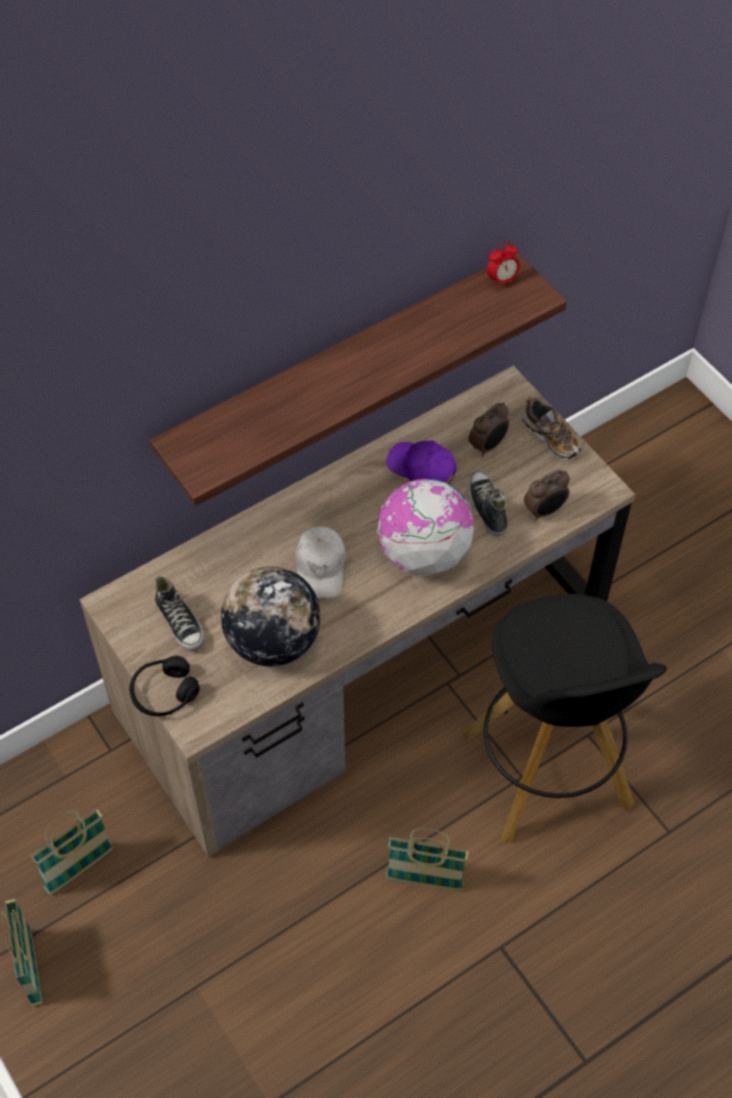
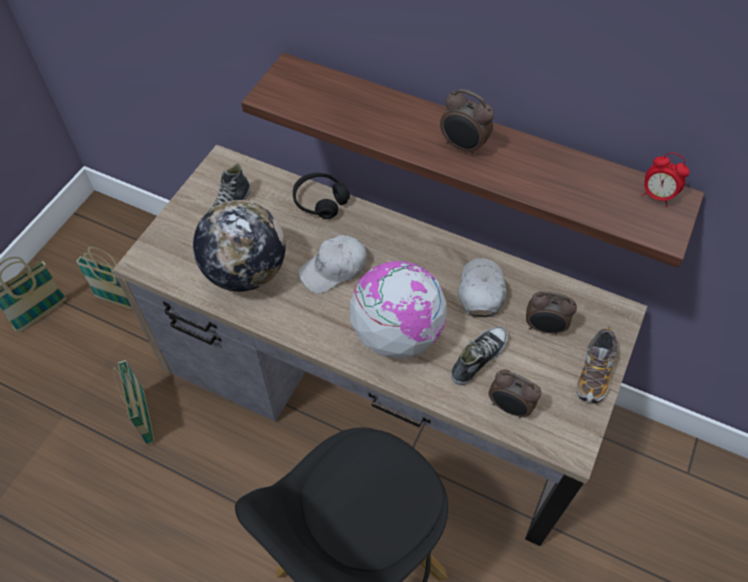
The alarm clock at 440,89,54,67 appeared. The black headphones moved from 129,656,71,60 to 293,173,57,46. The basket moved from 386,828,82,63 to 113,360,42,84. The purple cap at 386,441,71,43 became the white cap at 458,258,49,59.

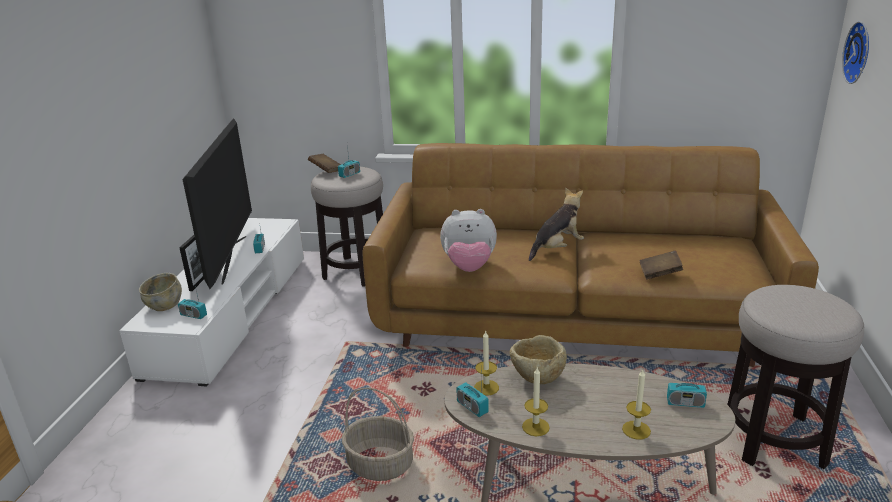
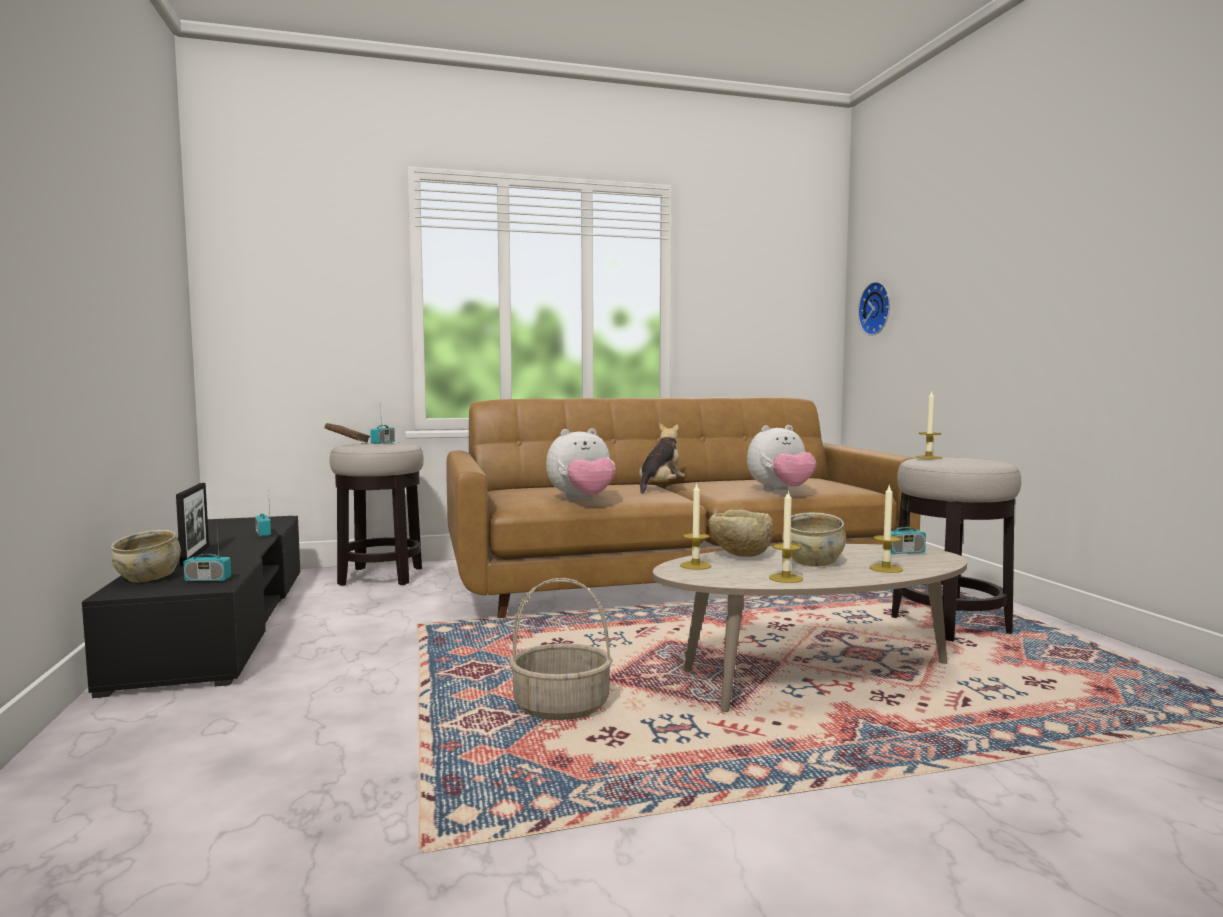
The television at 182,118,70,171 disappeared. The radio at 456,364,33,53 disappeared. The beige bowl at 782,512,64,55 appeared. The candle at 916,391,26,68 appeared. The brown book at 639,250,44,30 was replaced by the plush toy at 747,425,69,66. The white tv stand at 119,218,185,169 became the black tv stand at 82,516,218,182.

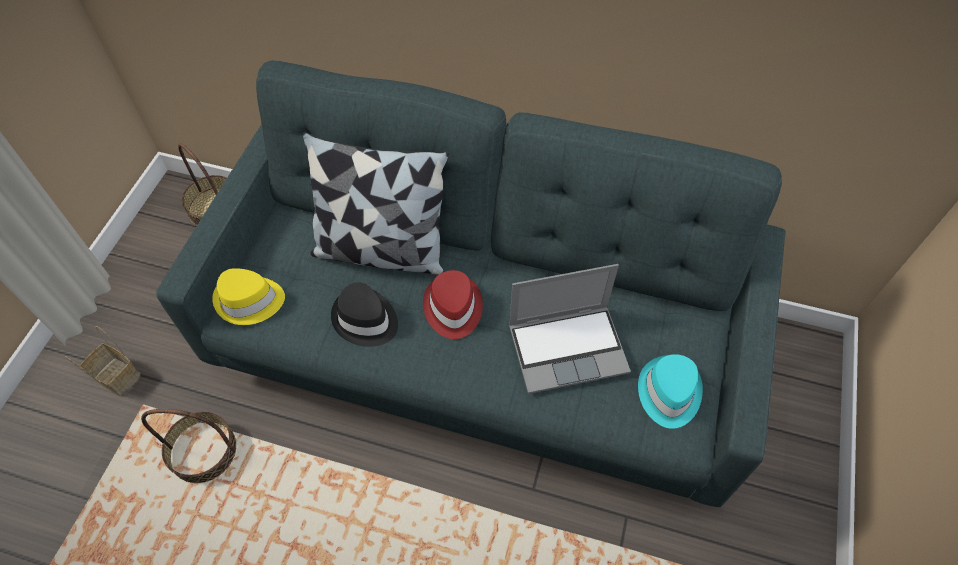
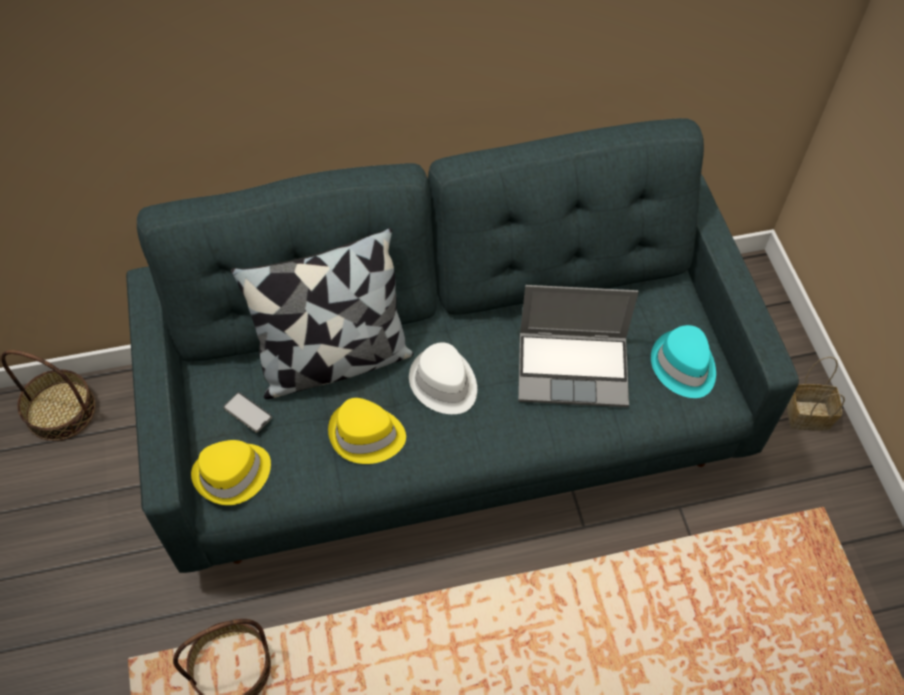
The phone at 223,392,49,40 appeared. The basket moved from 65,326,75,70 to 787,357,58,73. The black hat at 331,283,67,64 became the yellow hat at 328,398,78,66. The red hat at 423,270,60,69 became the white hat at 409,342,68,72. The laptop at 509,264,122,130 turned 45 degrees clockwise.

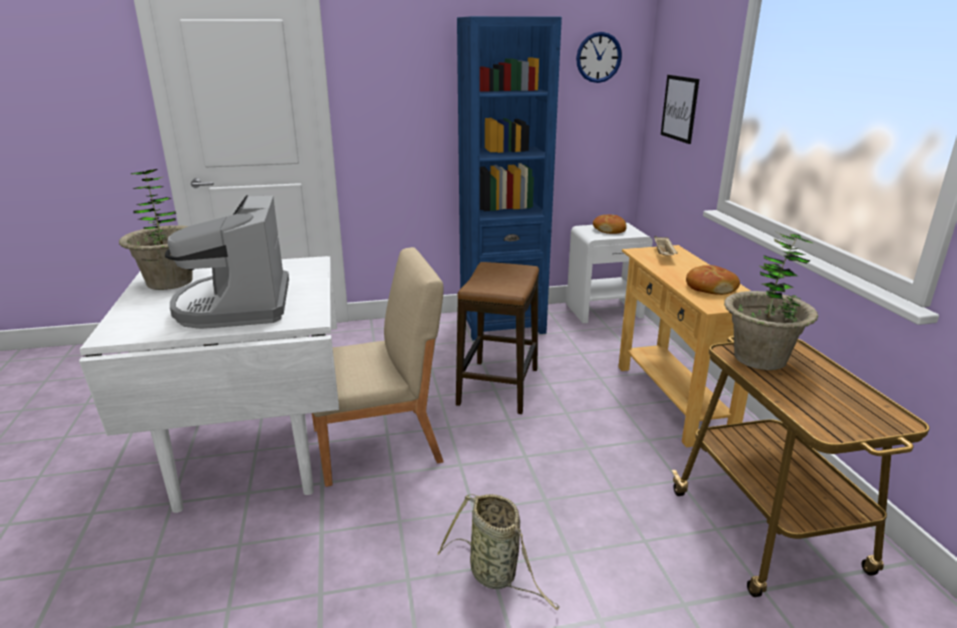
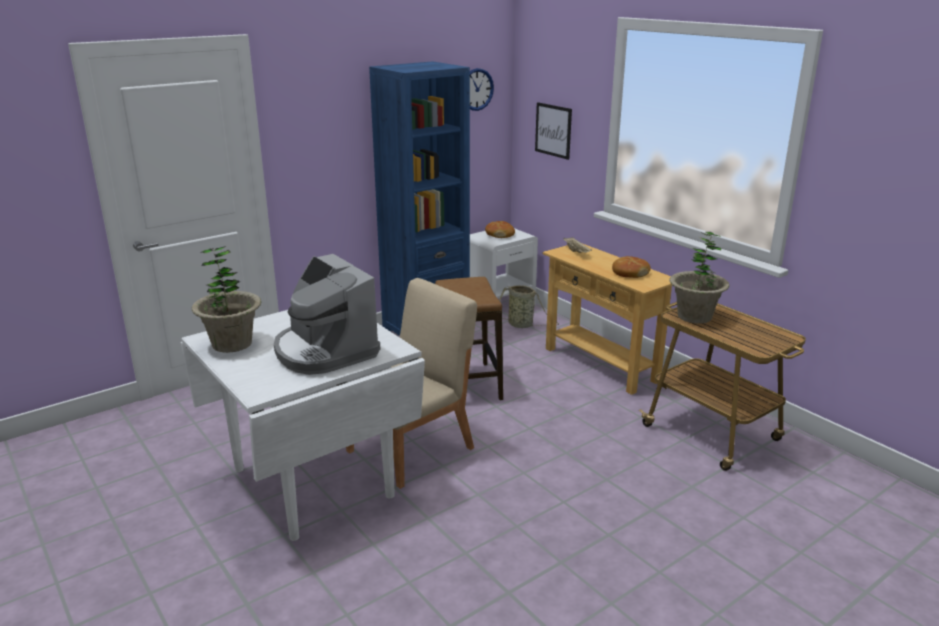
The basket moved from 437,494,122,116 to 494,285,65,43.

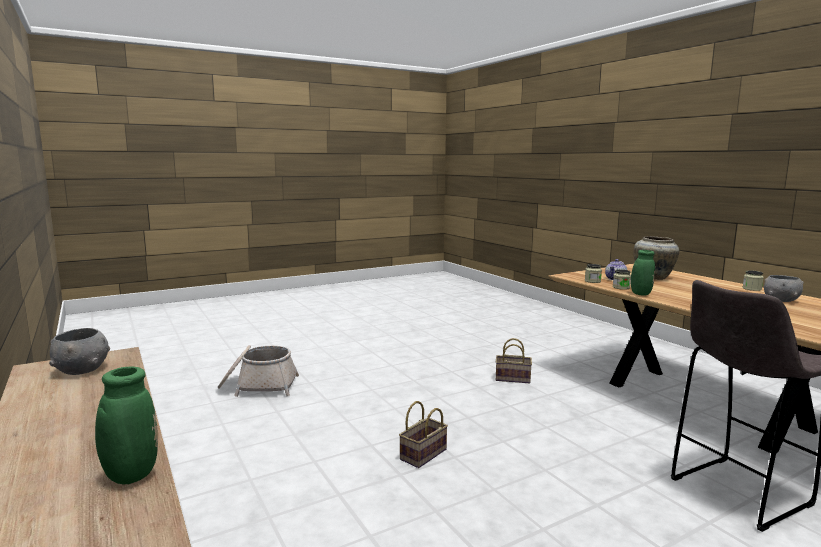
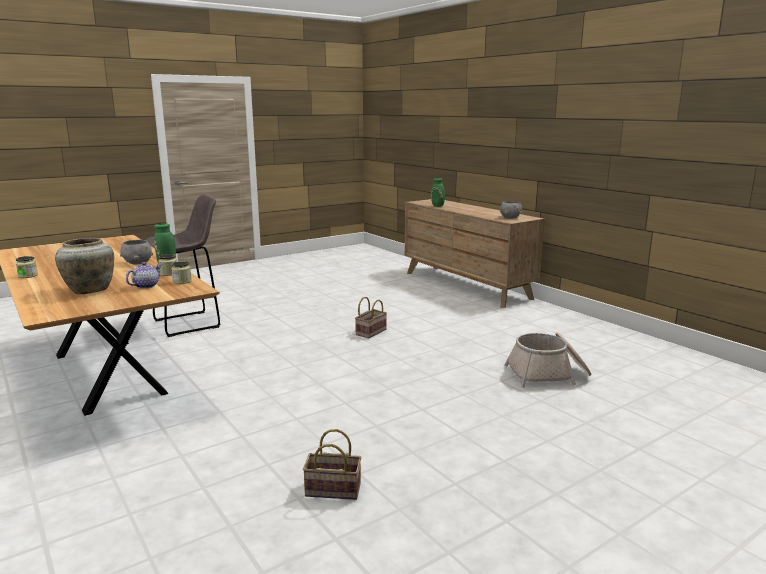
The basket moved from 496,338,36,45 to 303,429,59,71. The grey bowl moved from 764,275,40,27 to 120,240,33,24.

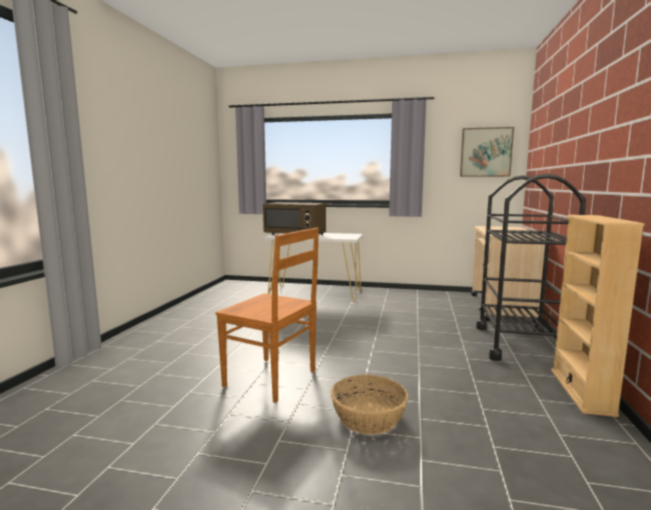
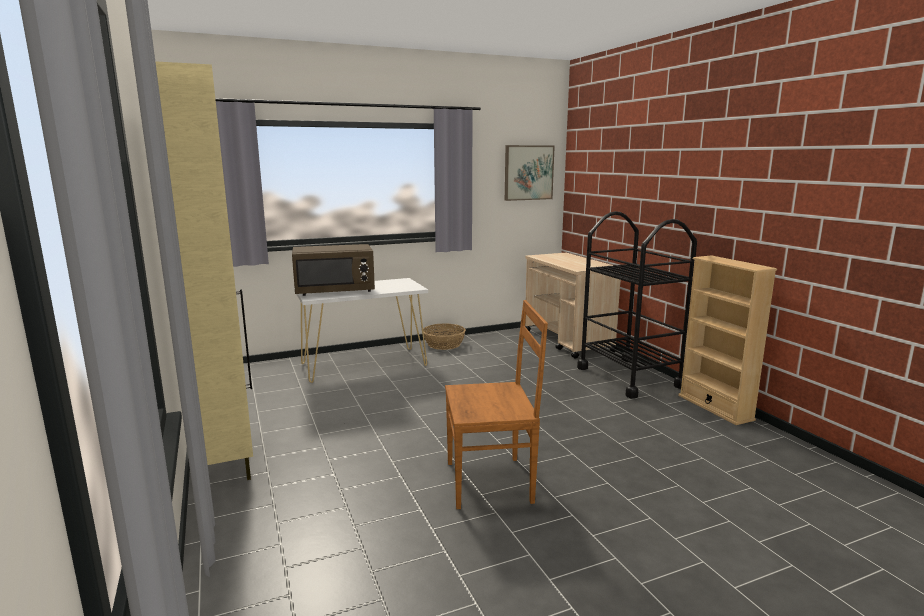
The beige cabinet at 155,61,98,419 appeared. The basket moved from 331,375,77,60 to 423,323,43,27.

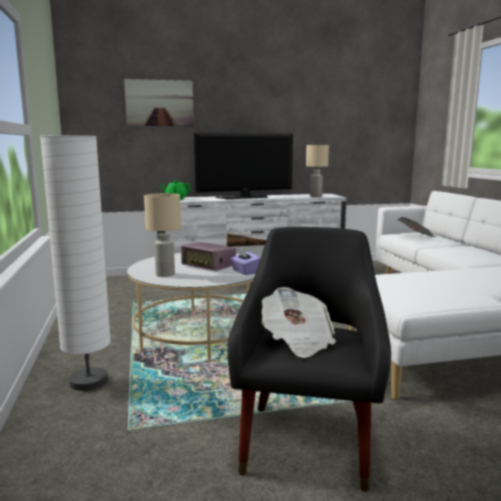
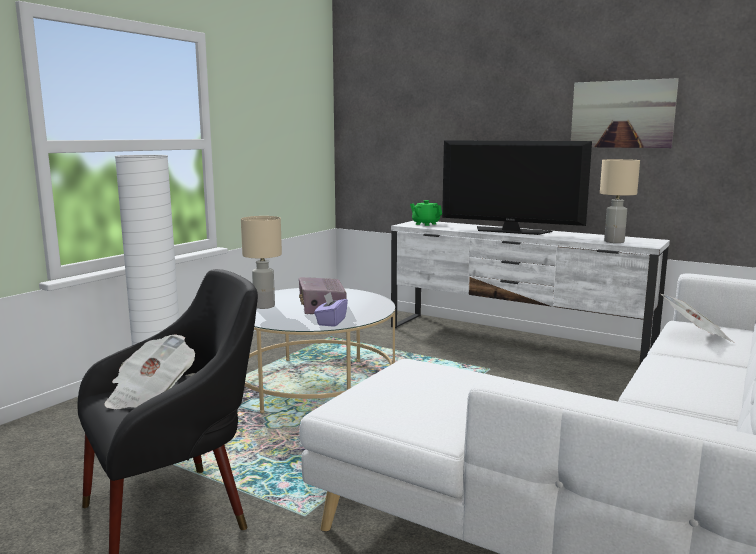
The picture moved from 124,79,70,48 to 571,78,108,70.

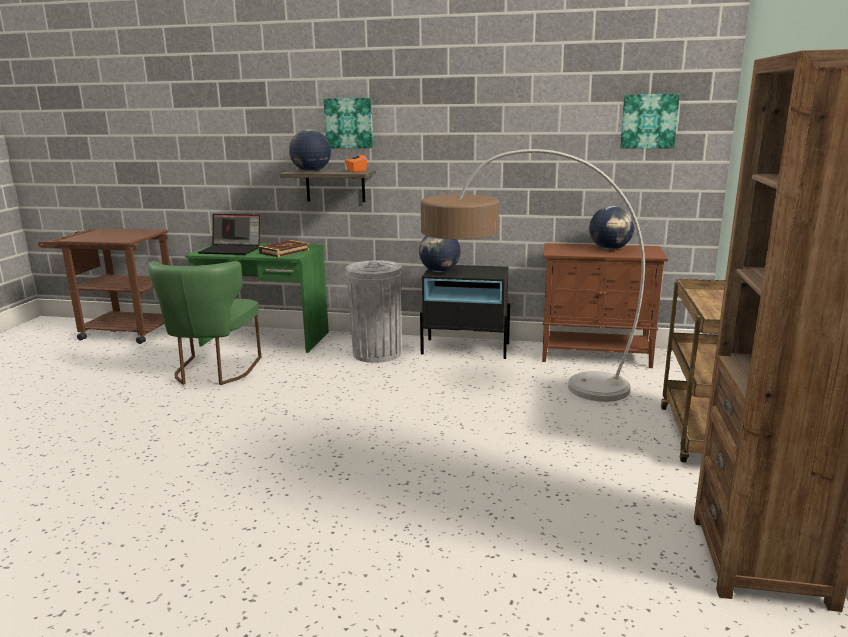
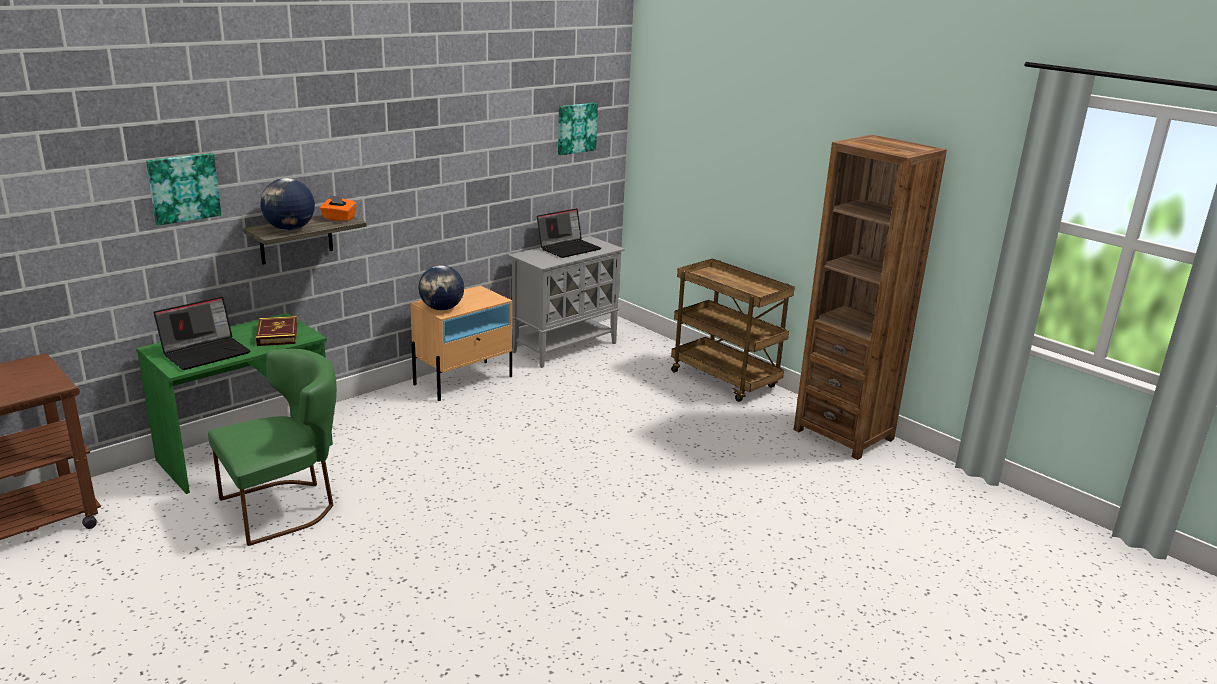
The grey trash can at 346,260,56,103 disappeared. The floor lamp at 421,149,224,253 disappeared. The picture moved from 324,98,49,50 to 146,153,75,72. The globe at 589,206,46,44 was replaced by the laptop at 537,208,64,50. The black nightstand at 420,265,90,94 became the beige nightstand at 410,286,102,115. The brown cabinet at 542,243,126,125 became the grey cabinet at 508,236,117,132. The green chair at 148,261,113,124 turned 75 degrees counterclockwise.

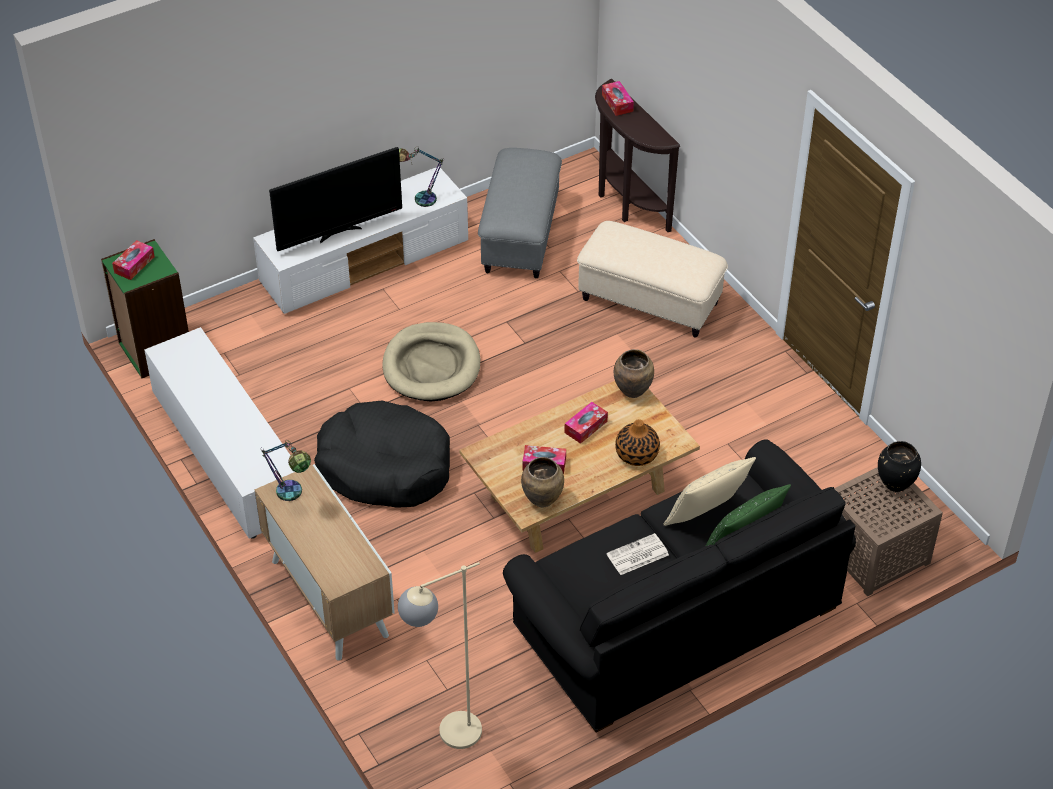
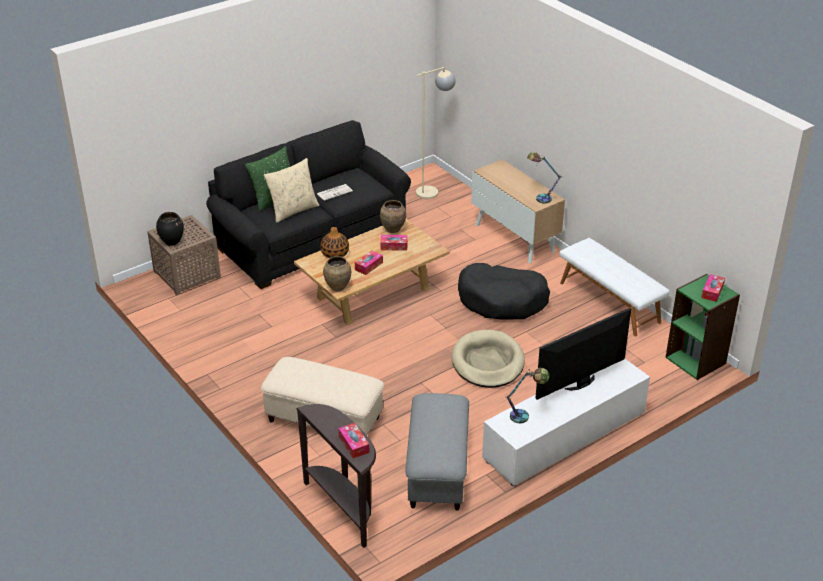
The white tv stand at 144,327,150,212 was replaced by the white bench at 560,238,110,98.

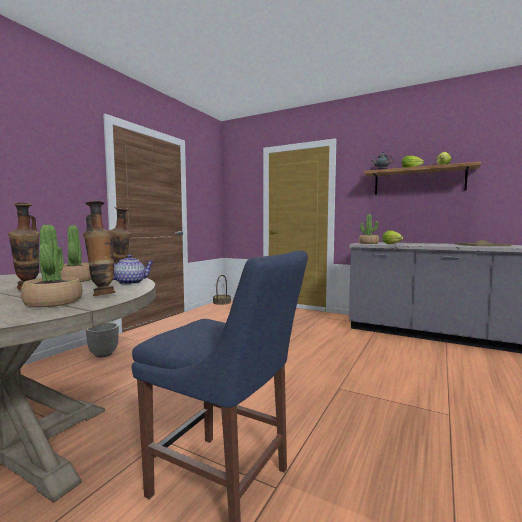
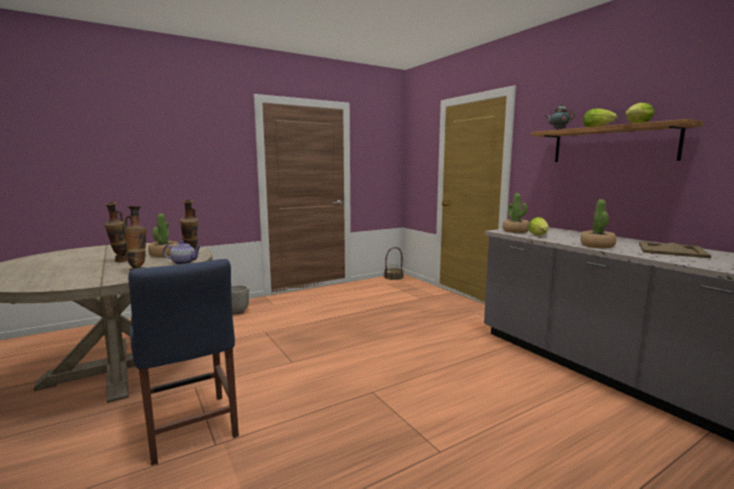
The potted plant moved from 21,225,61,82 to 580,199,36,49.

